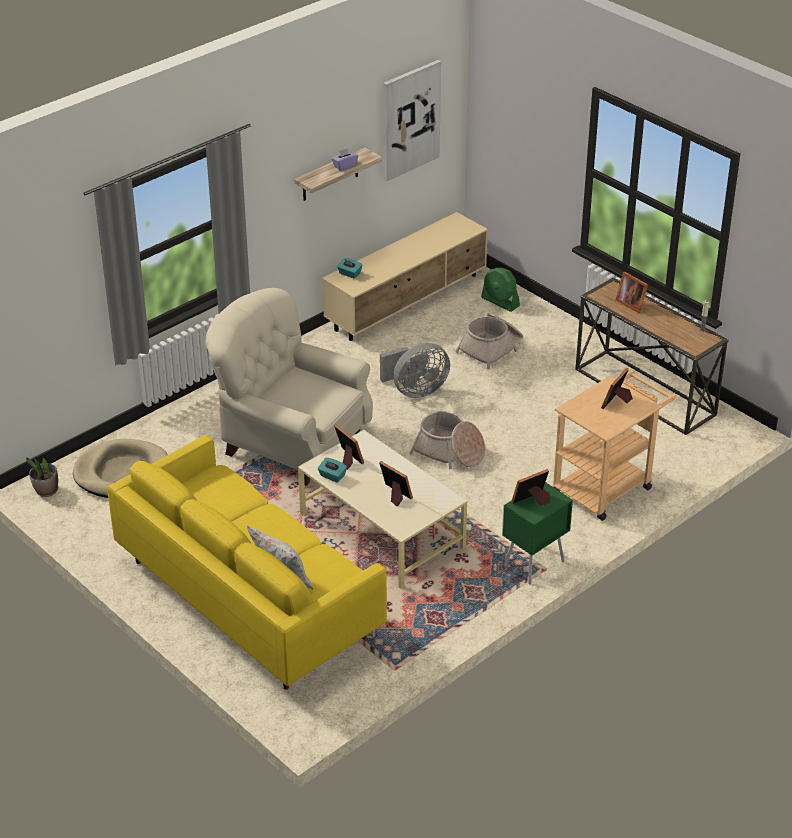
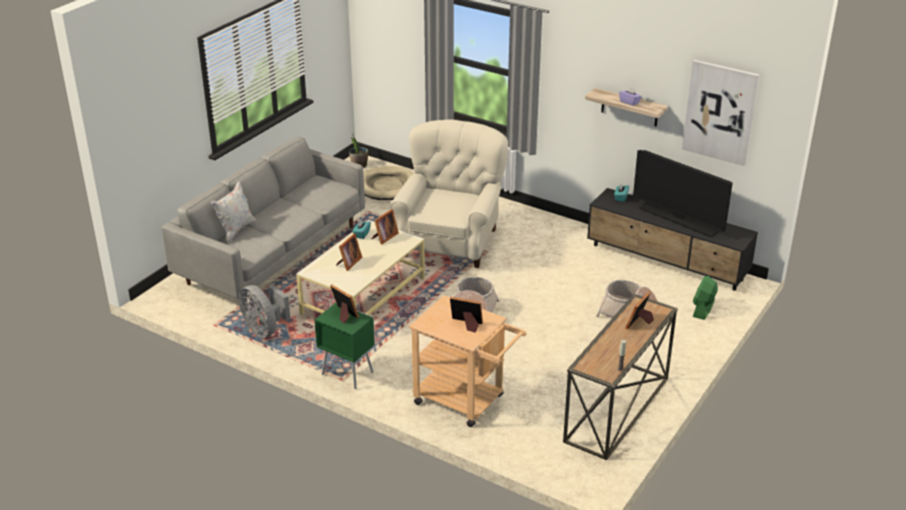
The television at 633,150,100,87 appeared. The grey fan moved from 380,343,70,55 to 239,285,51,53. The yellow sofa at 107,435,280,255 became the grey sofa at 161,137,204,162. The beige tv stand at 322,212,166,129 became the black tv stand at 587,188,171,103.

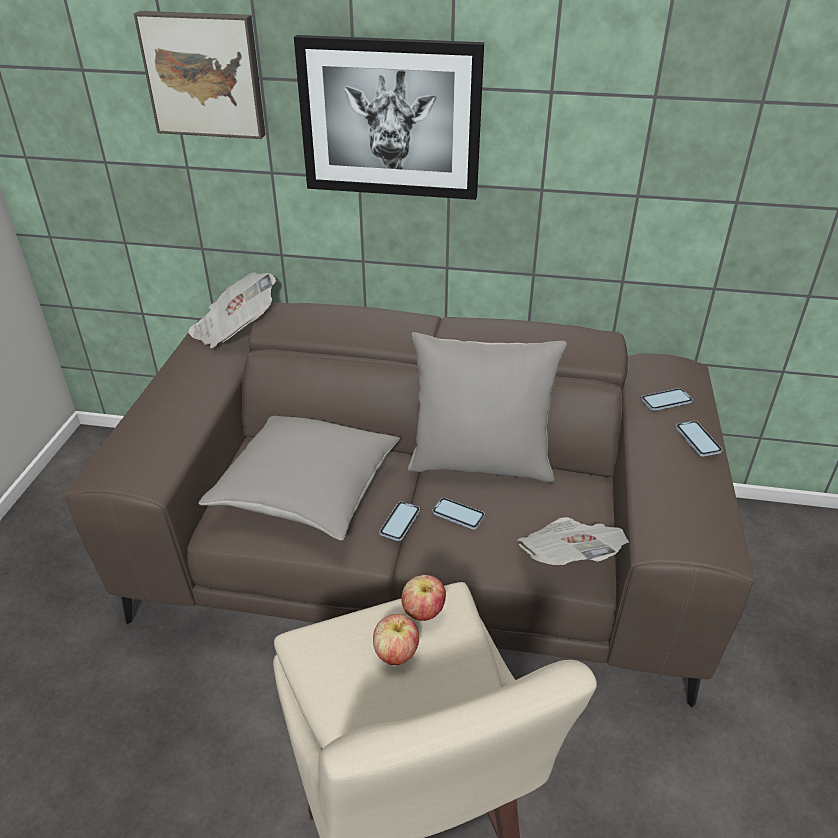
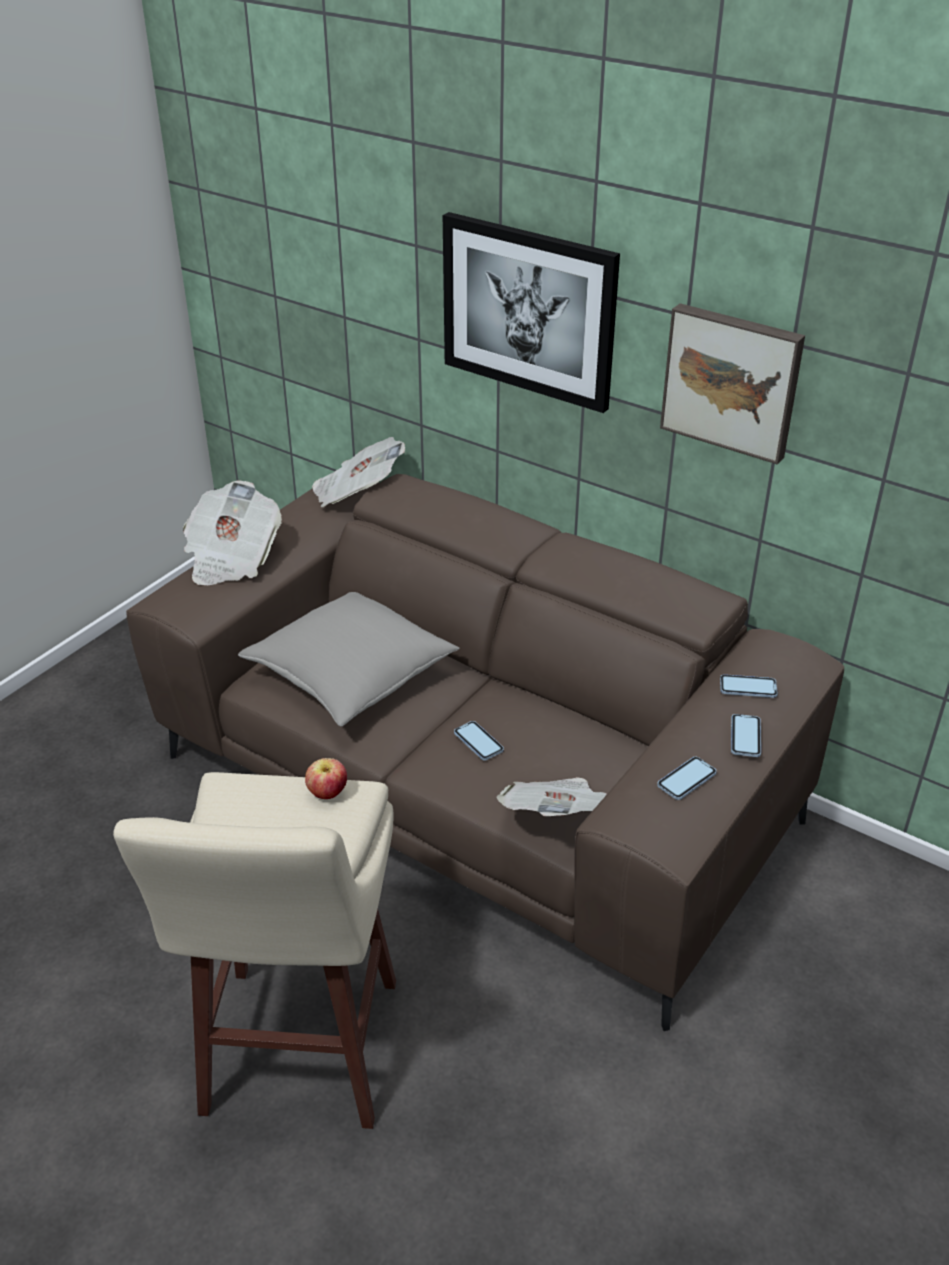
The apple at 373,614,46,51 disappeared. The grey pillow at 408,332,159,151 disappeared. The newspaper at 183,481,99,104 appeared. The picture moved from 134,11,132,128 to 660,303,145,161. The phone moved from 379,502,41,39 to 657,757,60,43.

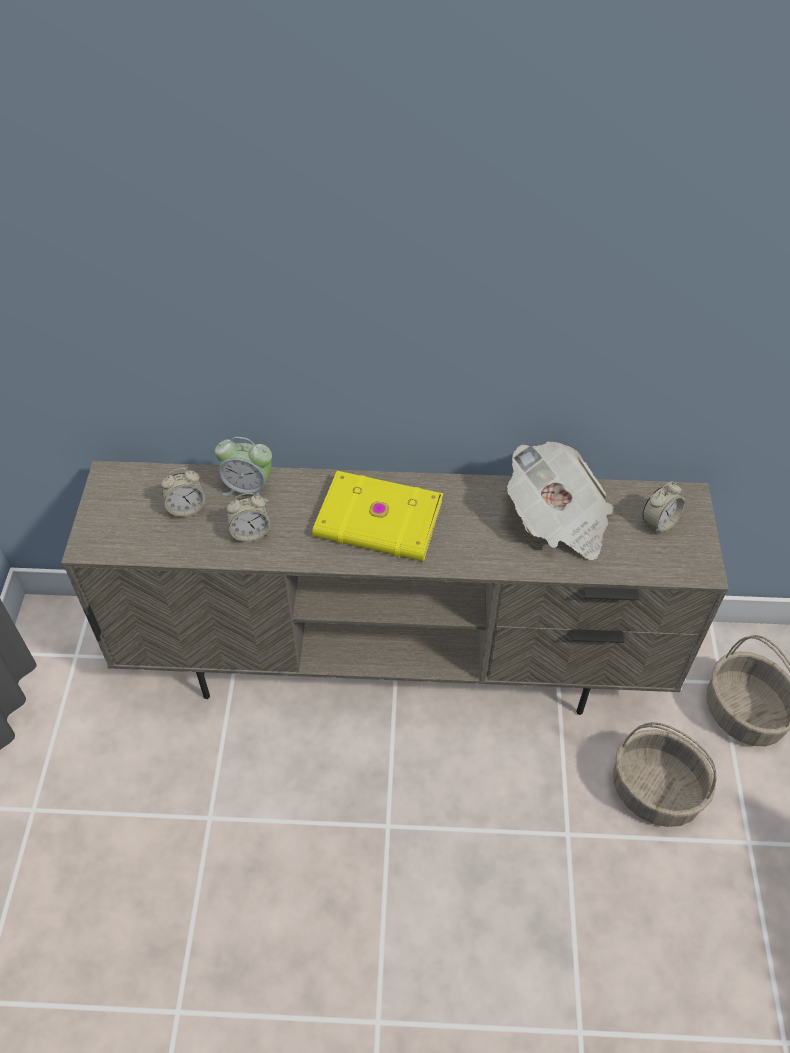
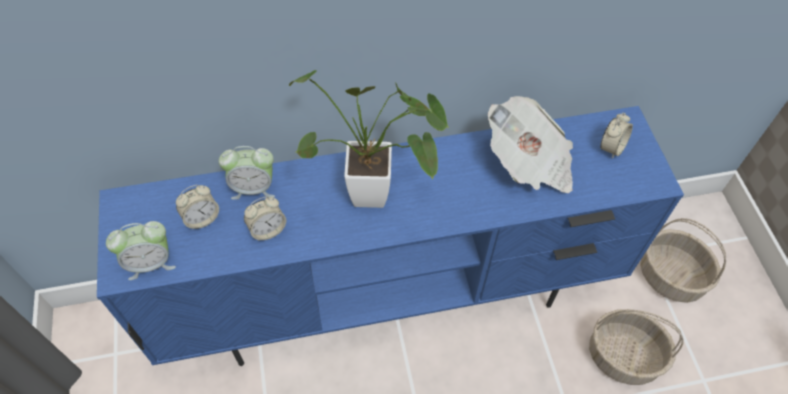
The alarm clock at 106,221,70,59 appeared. The yellow book at 313,471,130,91 was replaced by the potted plant at 289,70,160,138. The beige tv stand at 61,461,668,254 became the blue tv stand at 97,106,587,260.

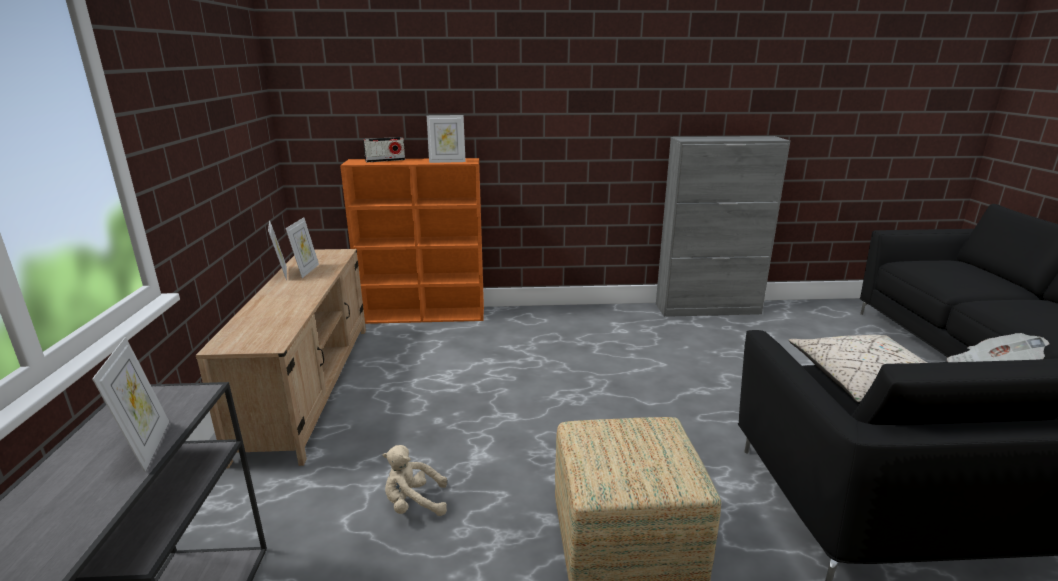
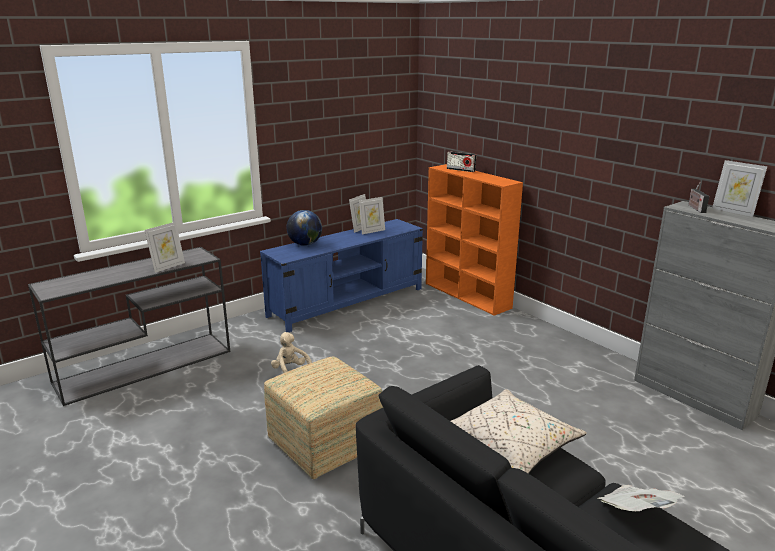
The globe at 287,210,35,36 appeared. The radio at 688,182,21,31 appeared. The picture frame moved from 426,115,40,48 to 712,160,55,57. The beige tv stand at 196,249,170,220 became the blue tv stand at 260,219,163,113.

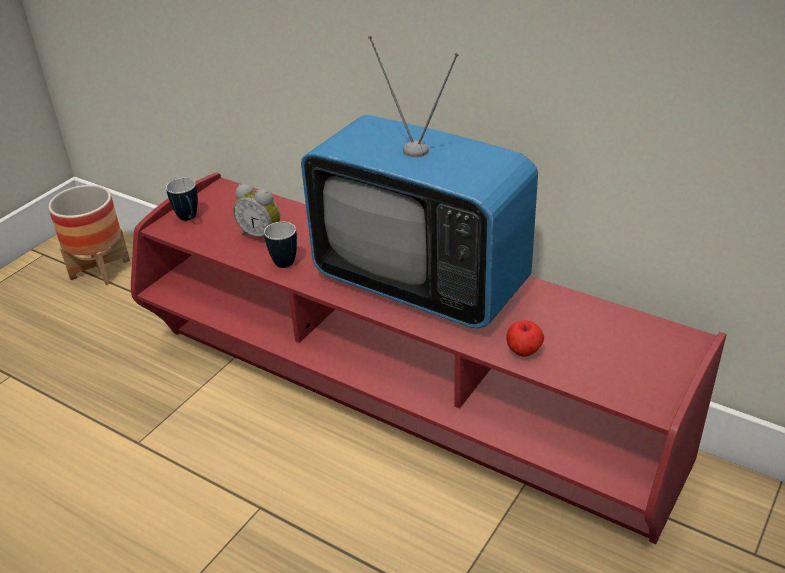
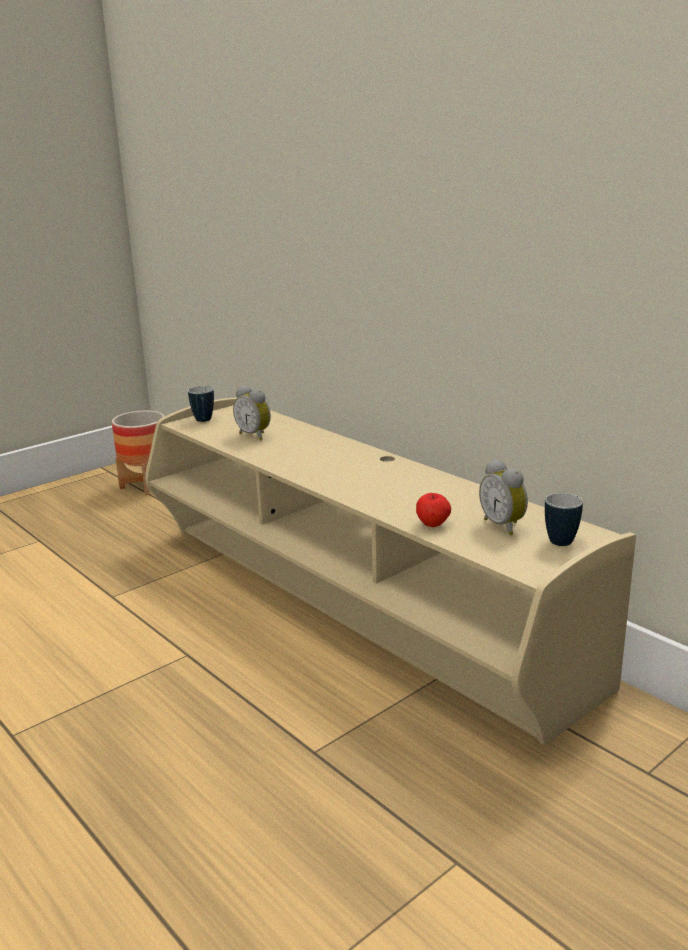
The television at 301,36,237,292 disappeared. The alarm clock at 479,459,49,76 appeared. The mug moved from 264,221,33,47 to 545,493,38,53. The red tv stand at 131,172,595,372 became the beige tv stand at 145,397,491,349.

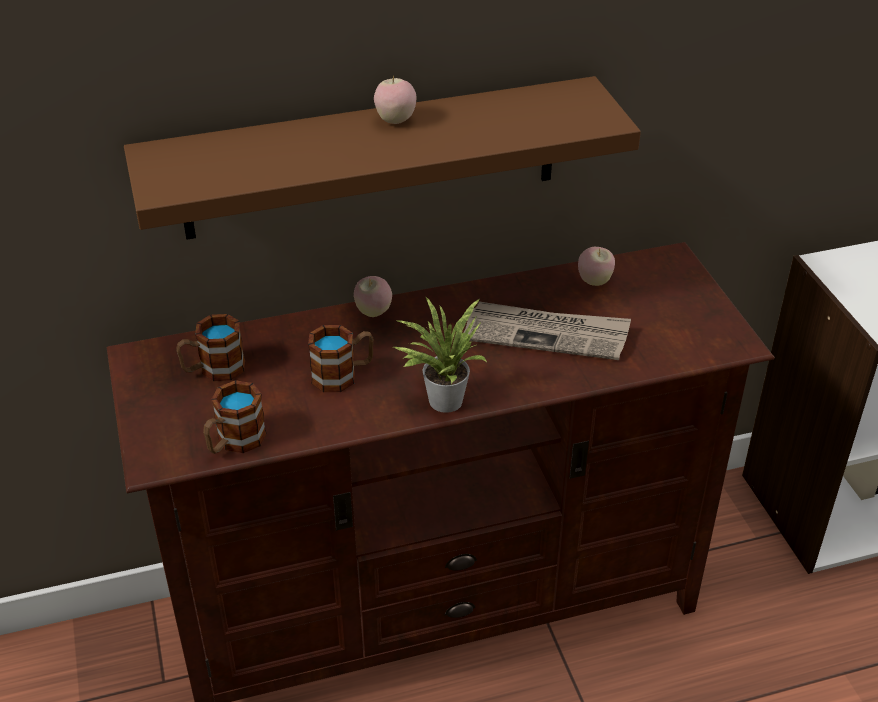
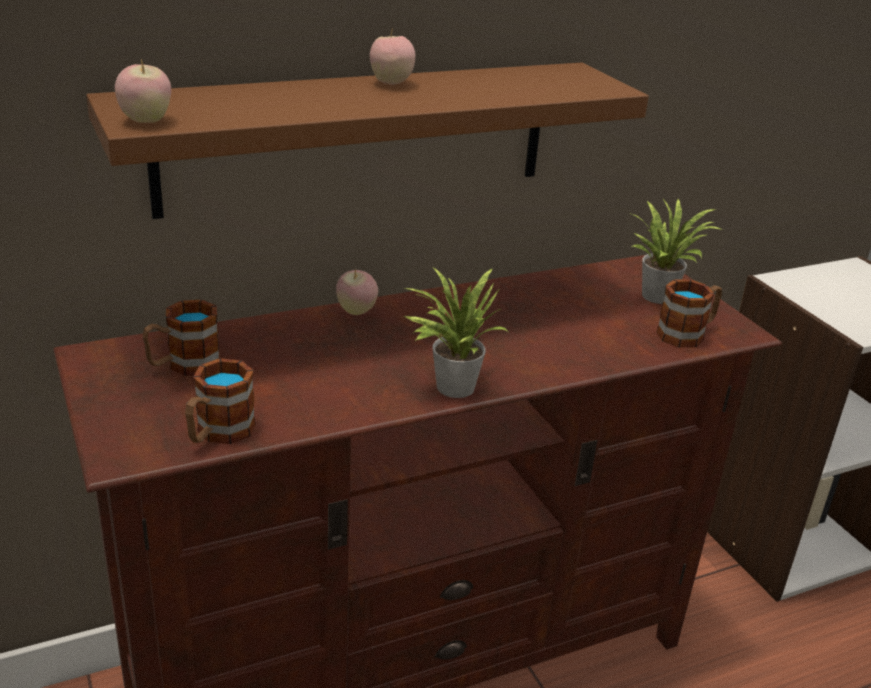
The newspaper at 463,301,168,59 disappeared. The potted plant at 631,199,90,105 appeared. The mug moved from 308,325,66,67 to 656,279,66,68. The apple moved from 578,247,37,39 to 115,59,56,64.

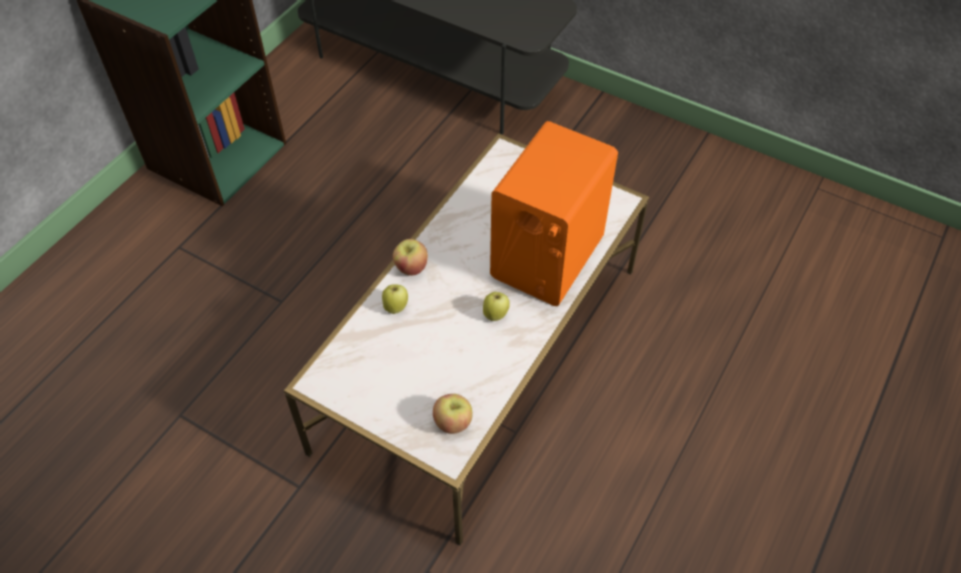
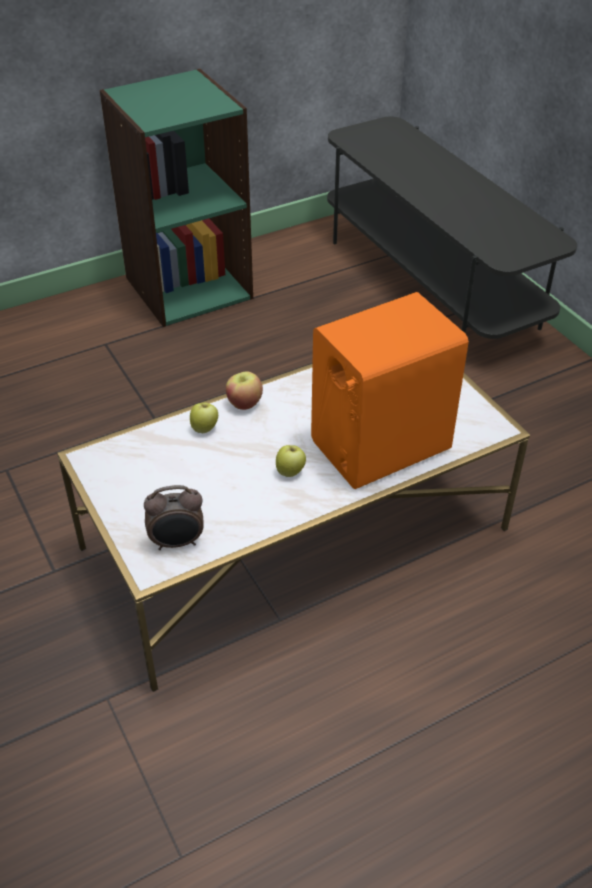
The apple at 433,394,39,40 was replaced by the alarm clock at 144,485,60,65.

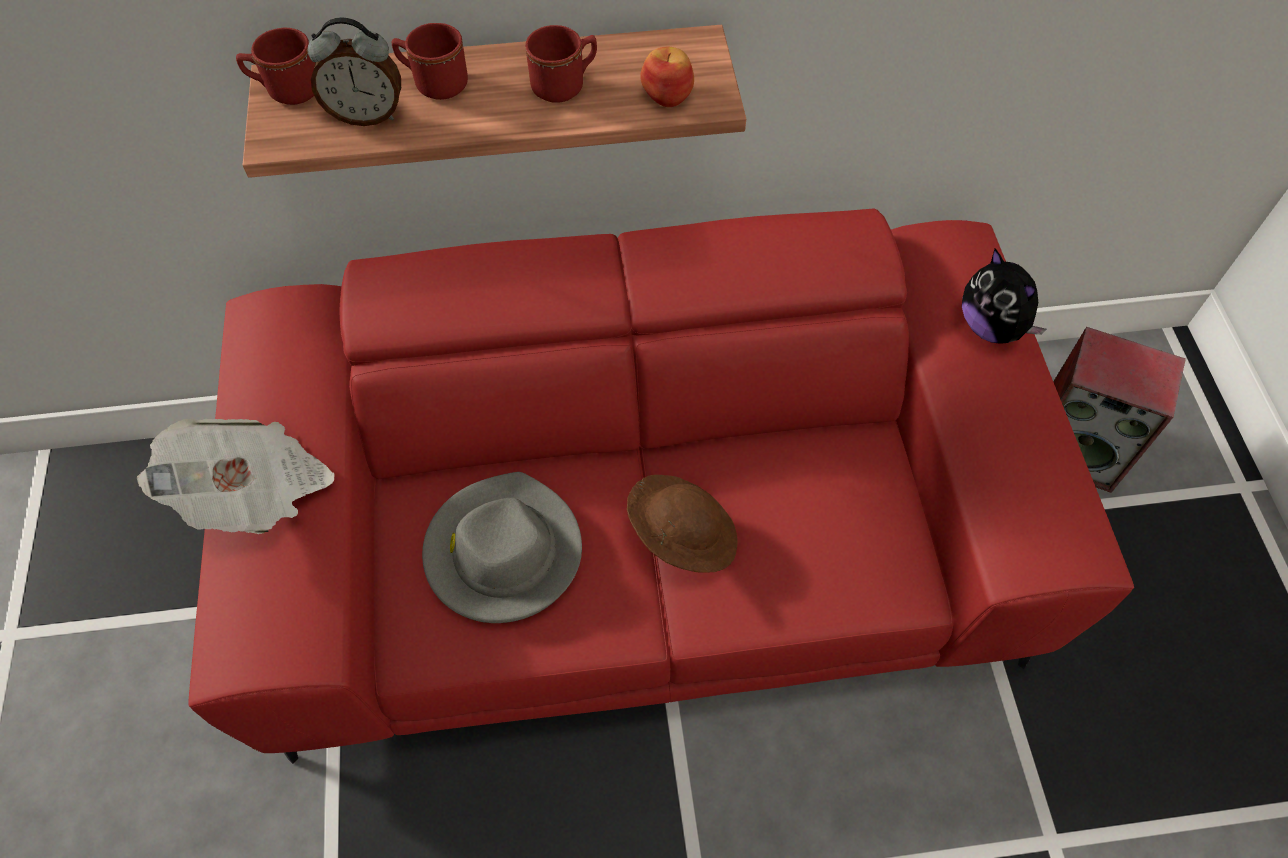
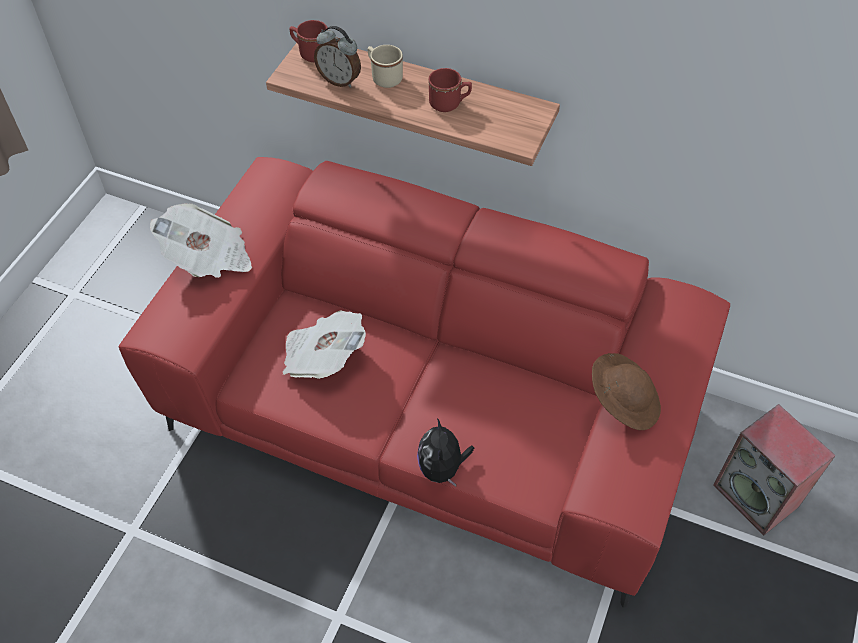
The apple at 640,47,54,60 disappeared. The brown hat moved from 627,475,111,98 to 592,353,69,77. The plush toy moved from 962,248,84,96 to 417,418,57,69. The grey hat at 422,472,160,151 was replaced by the newspaper at 283,310,83,69. The red mug at 392,23,76,77 became the beige mug at 368,45,35,43.

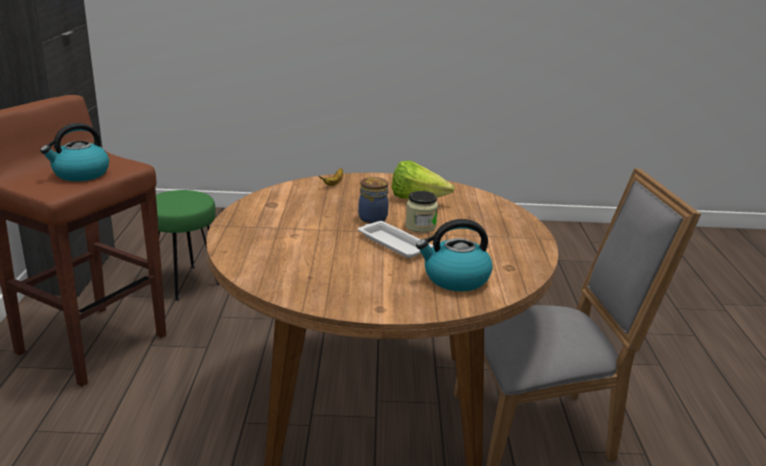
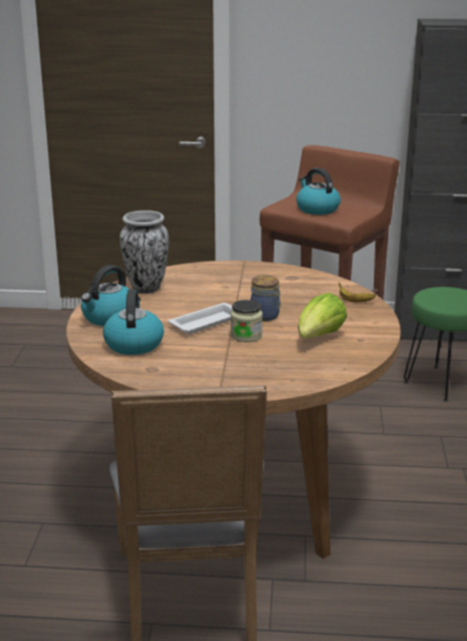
The kettle at 81,265,48,61 appeared. The vase at 120,210,49,84 appeared.

